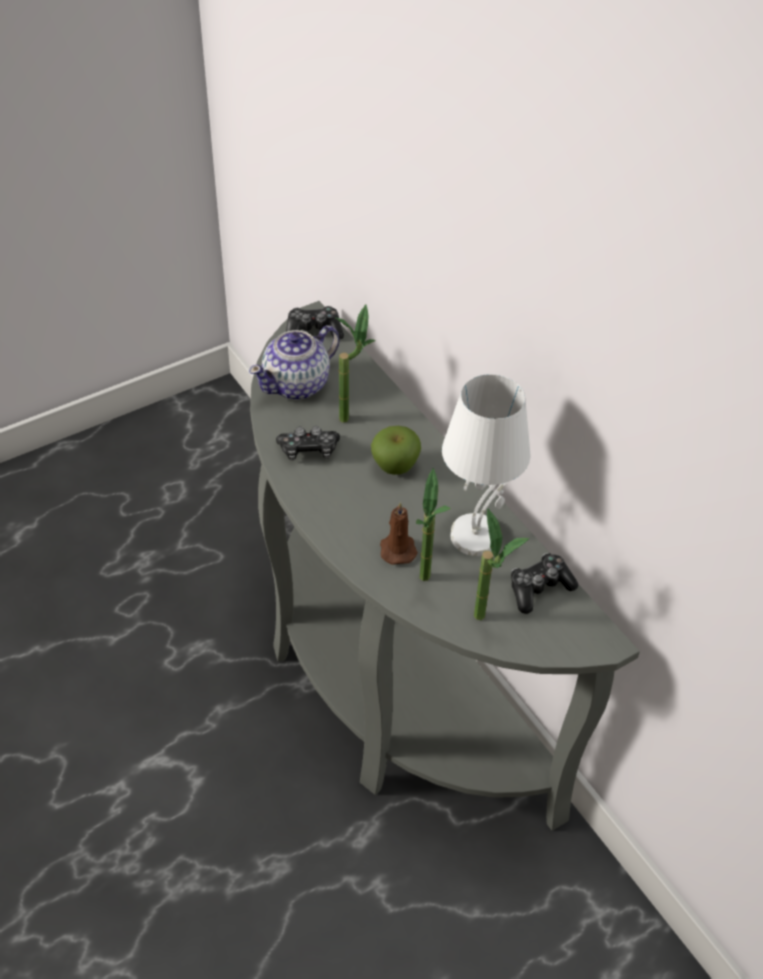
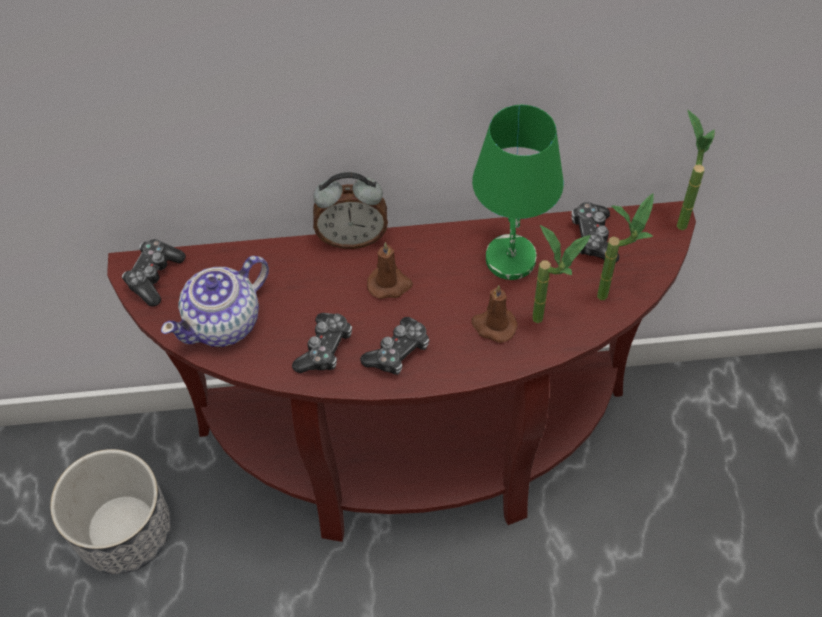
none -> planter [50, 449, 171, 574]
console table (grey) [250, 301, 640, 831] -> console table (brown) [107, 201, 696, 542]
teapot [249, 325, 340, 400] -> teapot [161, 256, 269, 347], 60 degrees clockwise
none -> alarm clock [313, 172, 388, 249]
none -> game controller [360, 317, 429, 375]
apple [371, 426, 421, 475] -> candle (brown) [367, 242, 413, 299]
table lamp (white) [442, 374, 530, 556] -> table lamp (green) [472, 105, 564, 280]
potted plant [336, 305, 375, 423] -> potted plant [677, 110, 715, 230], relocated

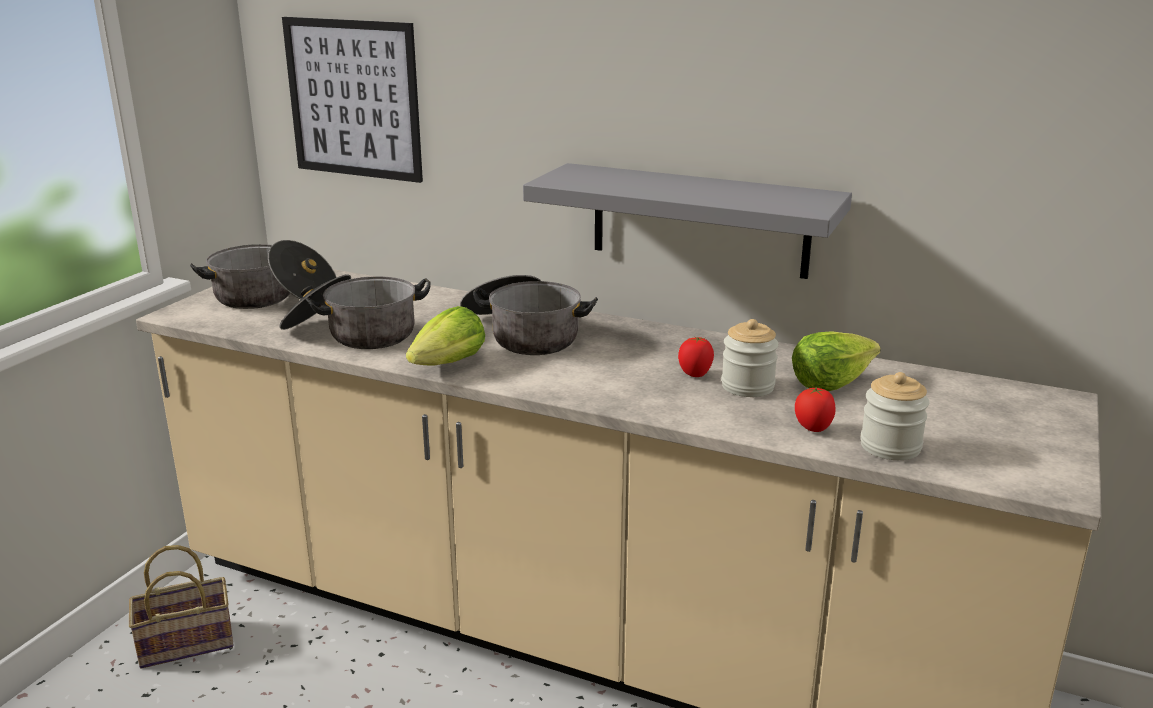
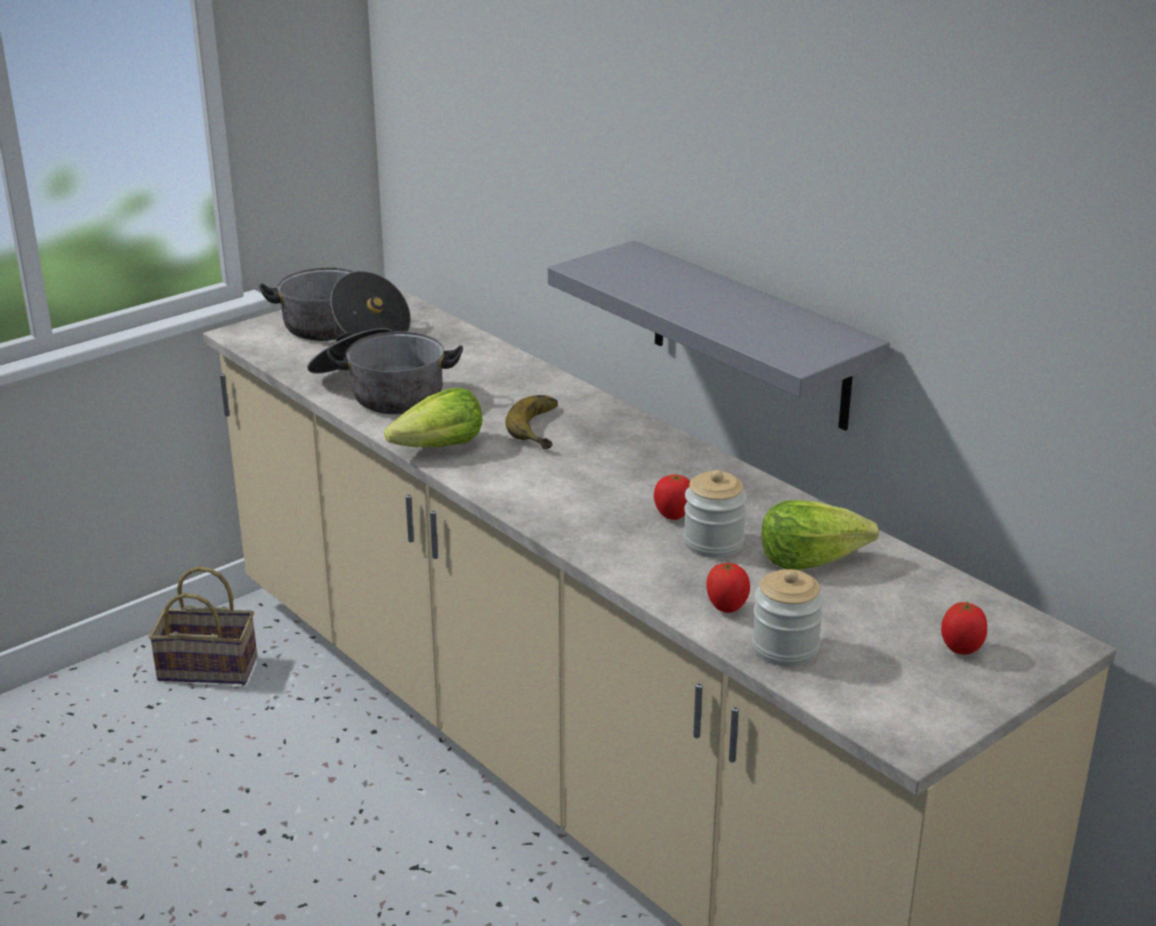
cooking pot [460, 275, 598, 355] -> banana [505, 395, 558, 449]
none -> tomato [941, 602, 987, 654]
picture [282, 17, 423, 183] -> none

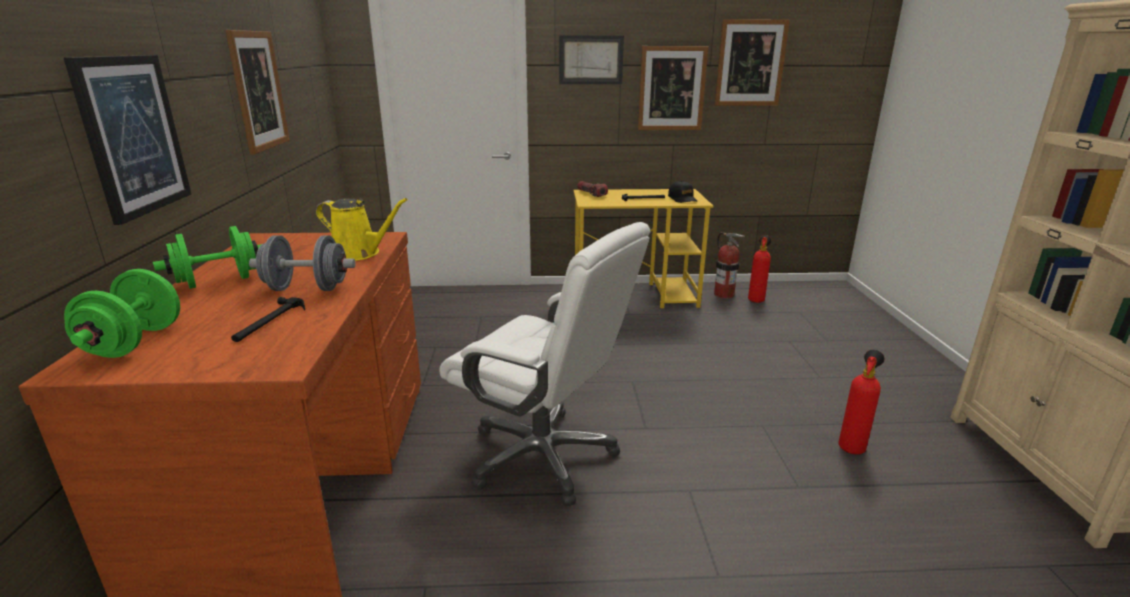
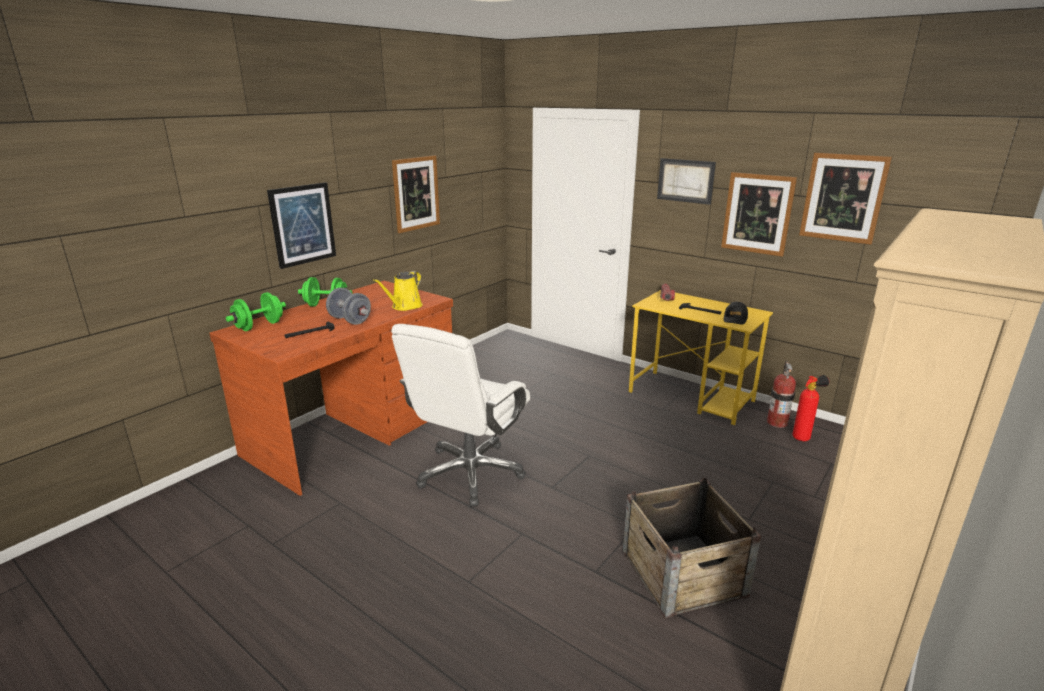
watering can (yellow) [316, 198, 408, 261] -> watering can (yellow) [373, 271, 423, 311], 60 degrees clockwise
office chair (white) [439, 222, 650, 507] -> office chair (white) [391, 324, 530, 507], 45 degrees clockwise
fire extinguisher [838, 350, 884, 455] -> crate [622, 477, 761, 618]

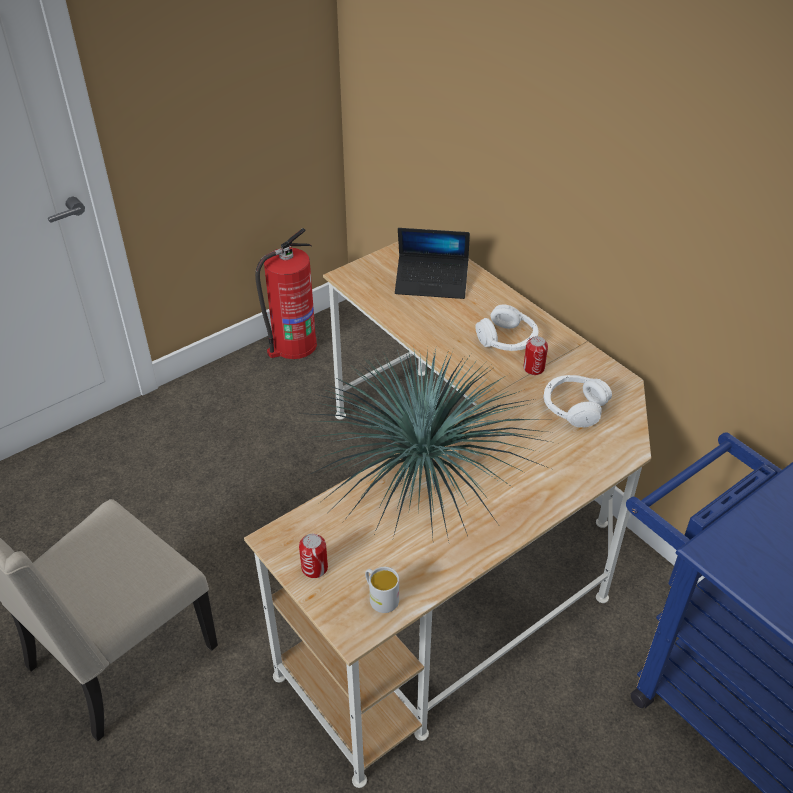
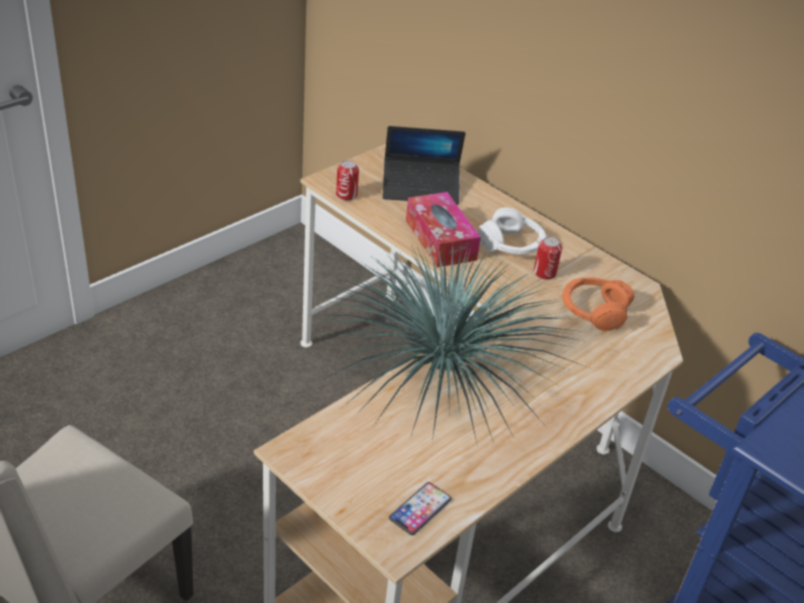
can [299, 534, 328, 578] -> can [336, 160, 359, 201], relocated
mug (white) [365, 567, 399, 613] -> phone [389, 482, 452, 535]
none -> tissue box [406, 192, 481, 267]
headphones (white) [544, 375, 612, 428] -> headphones (orange) [562, 277, 635, 331]
fire extinguisher [255, 228, 317, 359] -> none

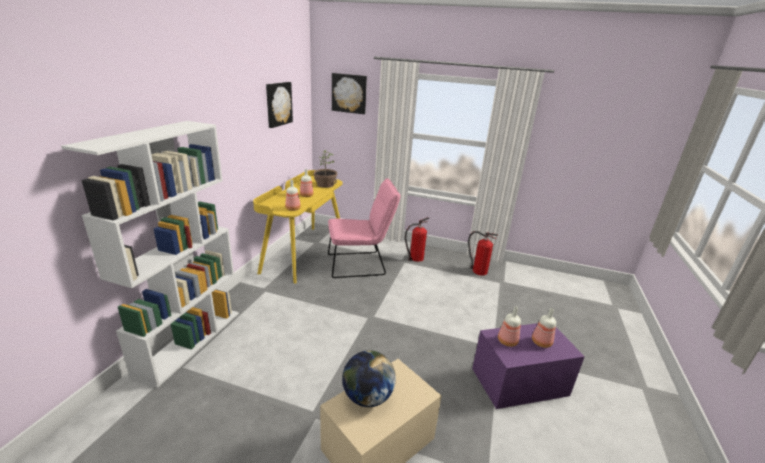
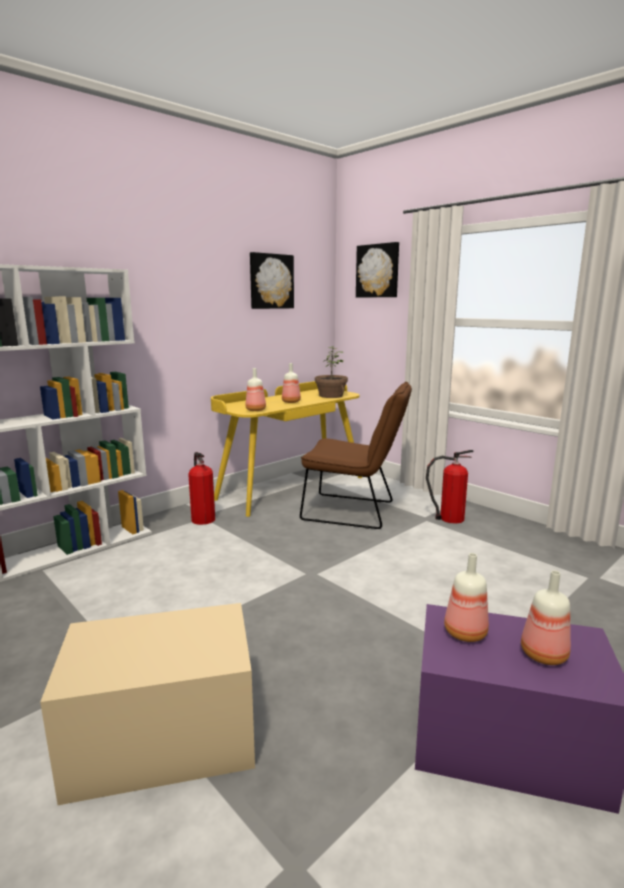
fire extinguisher [468, 231, 498, 276] -> fire extinguisher [188, 452, 215, 525], relocated
chair (pink) [328, 178, 401, 278] -> chair (brown) [300, 382, 412, 529]
globe [342, 350, 396, 407] -> none

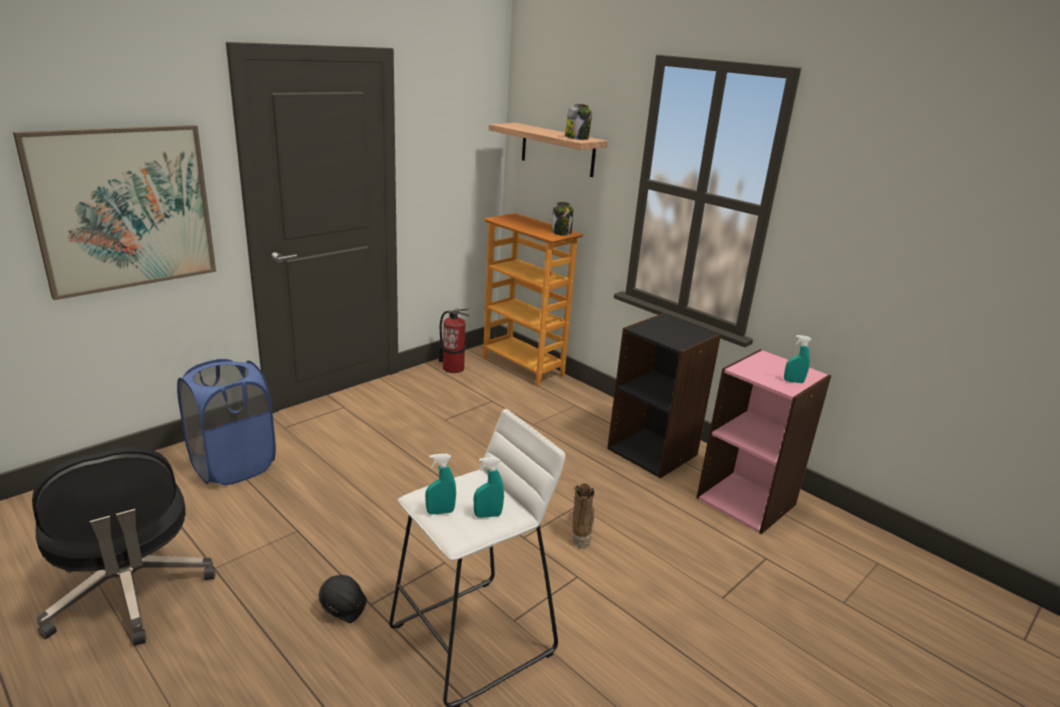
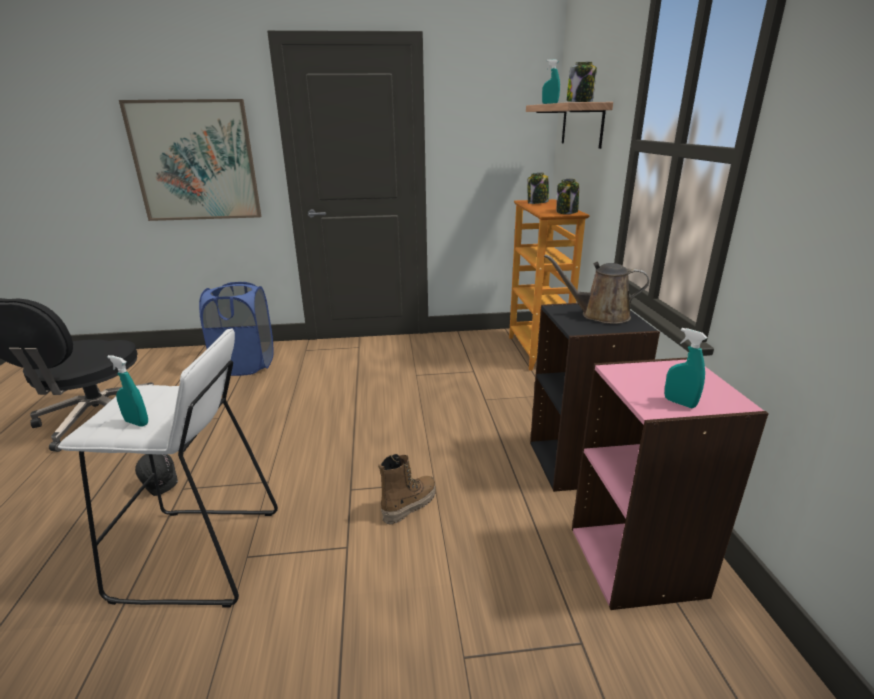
none -> jar [527, 173, 549, 204]
spray bottle (turquoise) [425, 454, 456, 515] -> spray bottle (turquoise) [542, 59, 560, 104], relocated
none -> watering can (brown) [544, 254, 649, 324]
fire extinguisher [439, 308, 469, 373] -> none

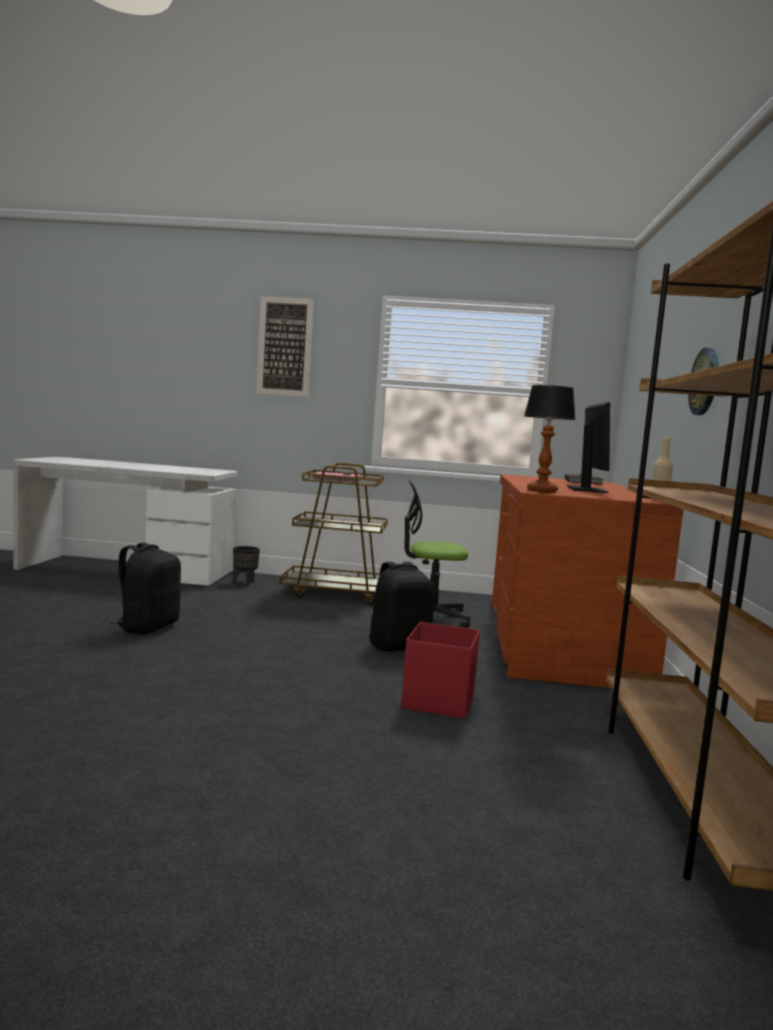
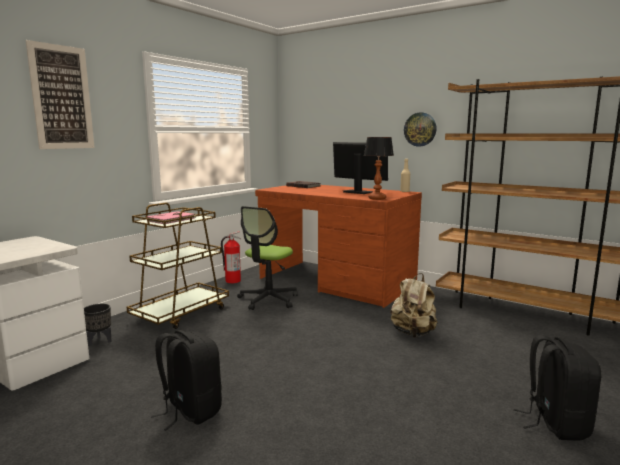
none -> fire extinguisher [221, 231, 241, 283]
storage box (red) [401, 622, 480, 719] -> backpack (beige) [390, 273, 437, 338]
backpack (black) [369, 562, 435, 651] -> backpack (black) [514, 335, 601, 441], relocated

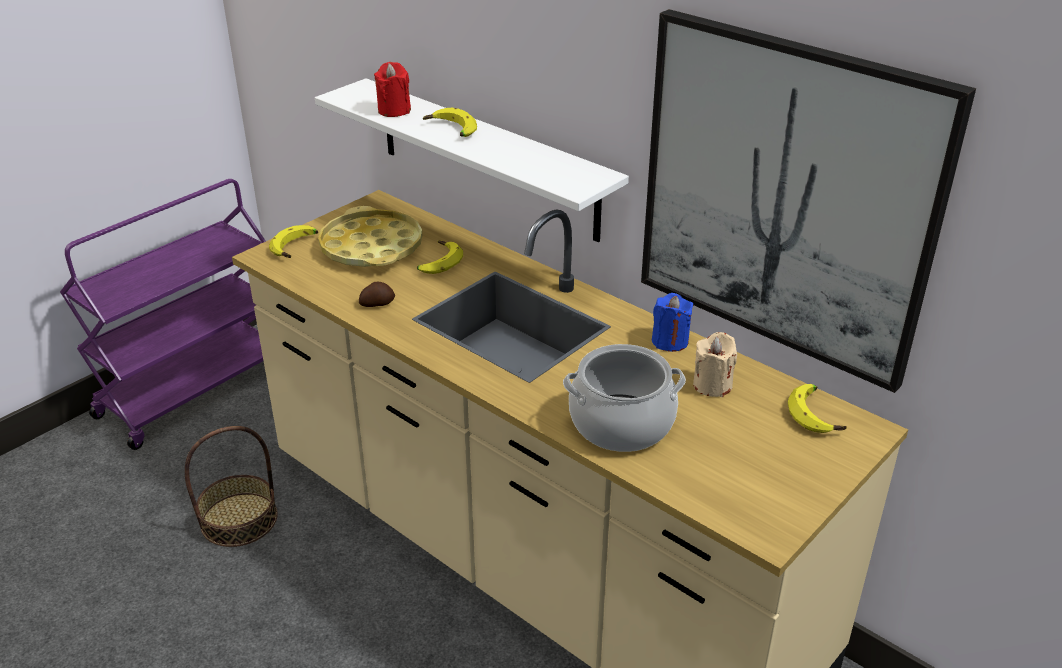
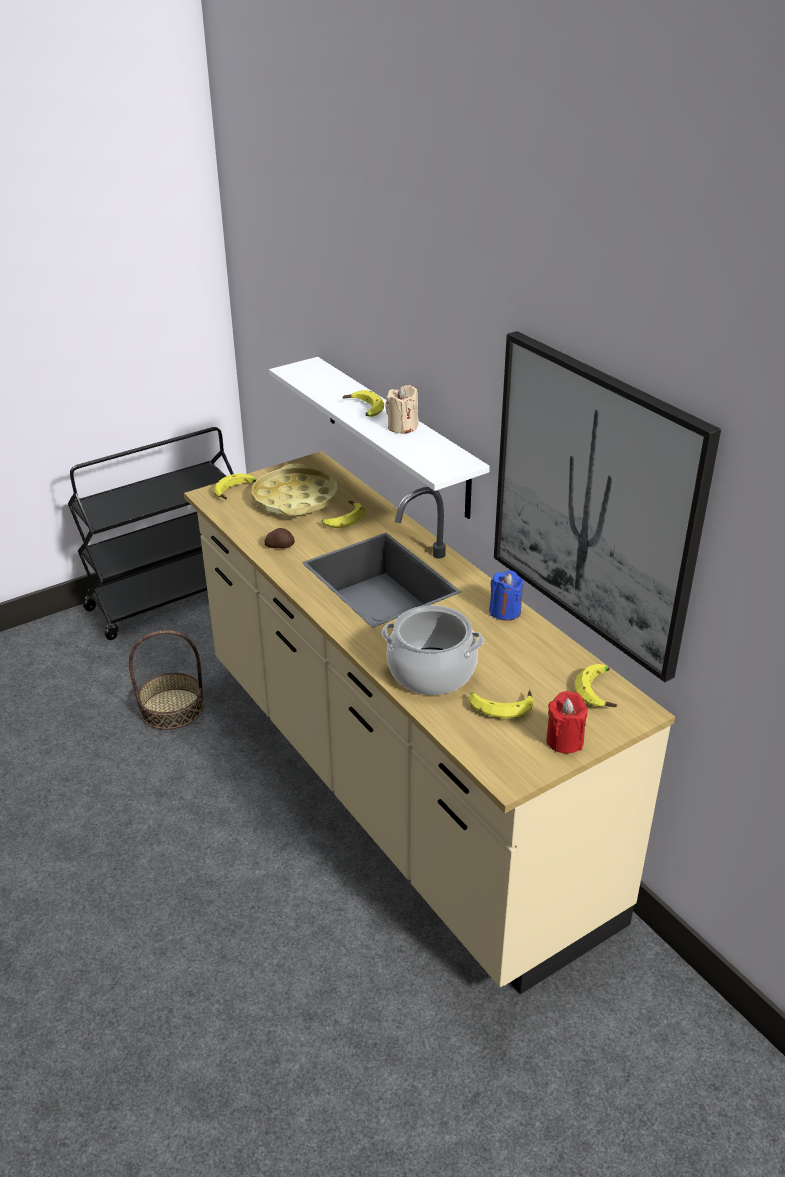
cart (purple) [60, 179, 266, 450] -> cart (black) [68, 427, 234, 640]
candle (beige) [693, 332, 737, 397] -> candle (beige) [385, 385, 418, 434], relocated
none -> banana [469, 689, 533, 718]
candle (red) [374, 62, 411, 117] -> candle (red) [546, 691, 587, 754], relocated

